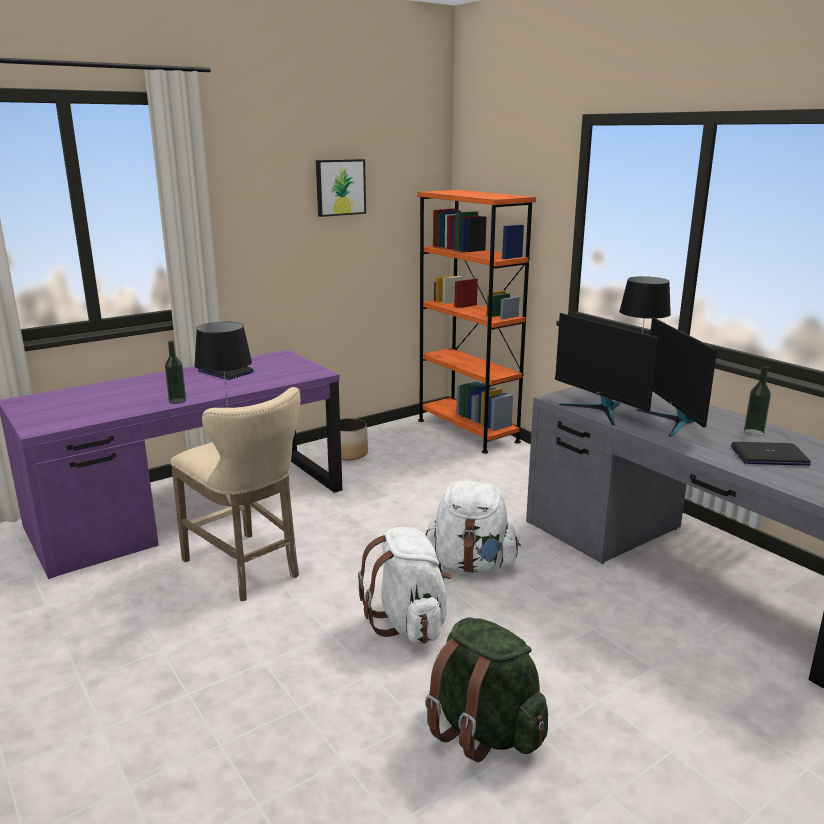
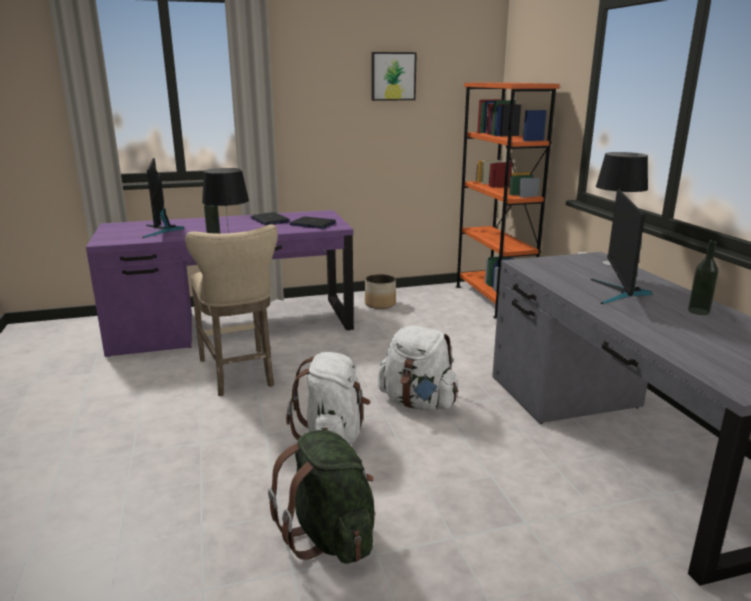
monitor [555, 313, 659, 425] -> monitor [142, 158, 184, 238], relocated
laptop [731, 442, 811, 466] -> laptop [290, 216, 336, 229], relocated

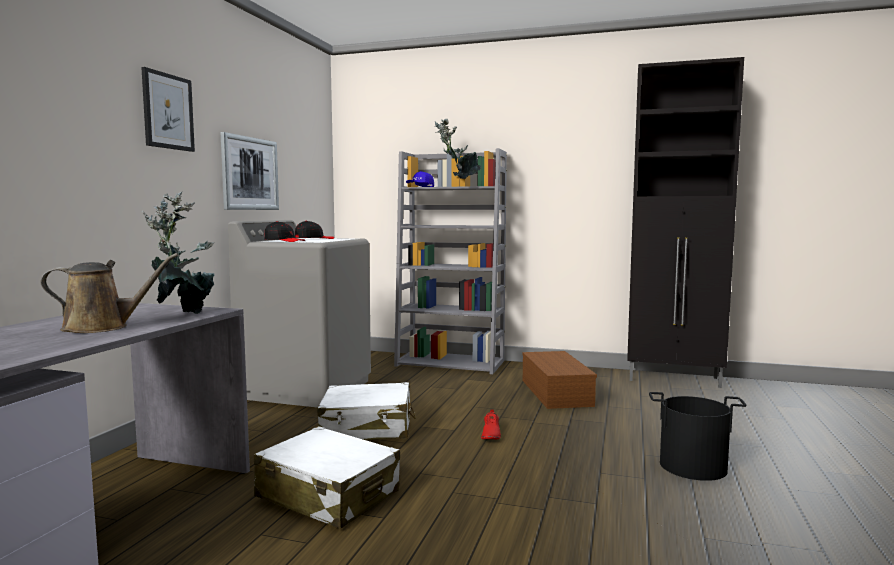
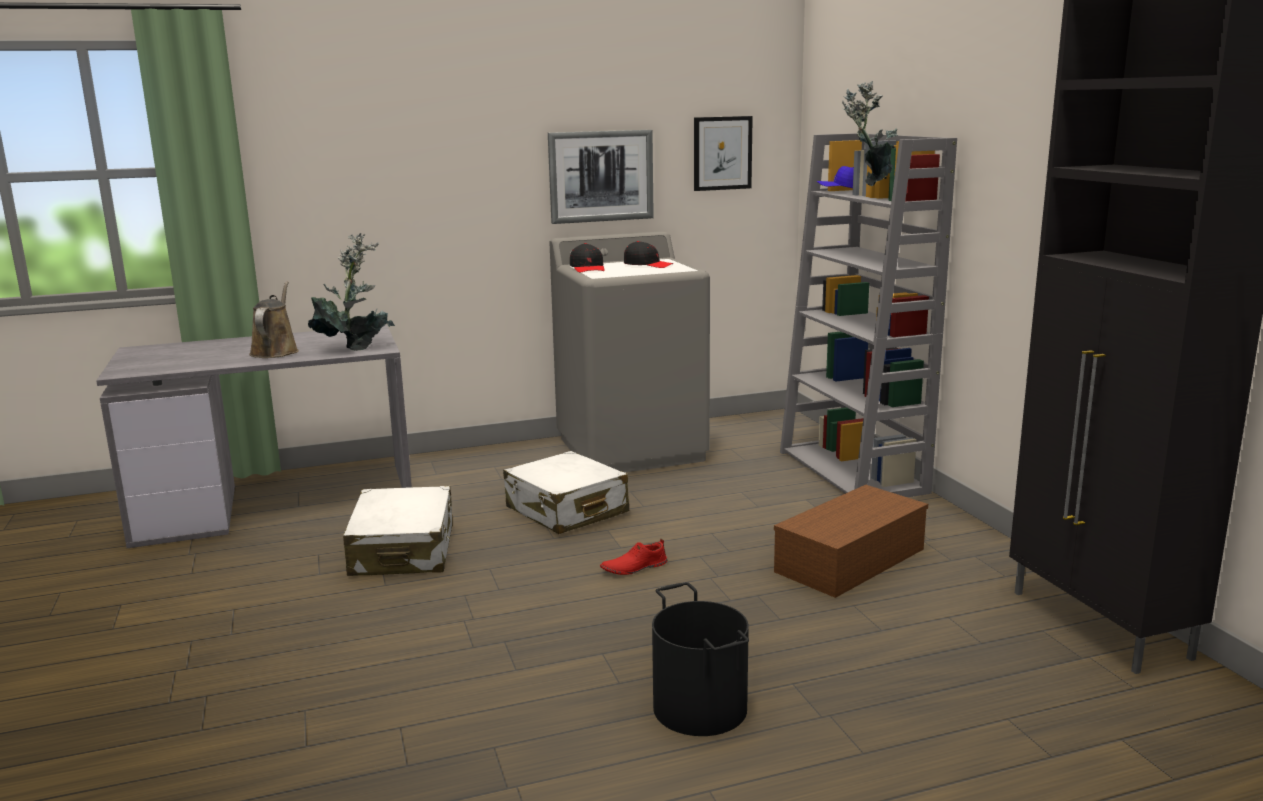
watering can (brown) [41, 253, 179, 333] -> watering can (brown) [249, 282, 299, 358], 135 degrees counterclockwise
picture [141, 67, 195, 152] -> picture [694, 116, 753, 191], relocated

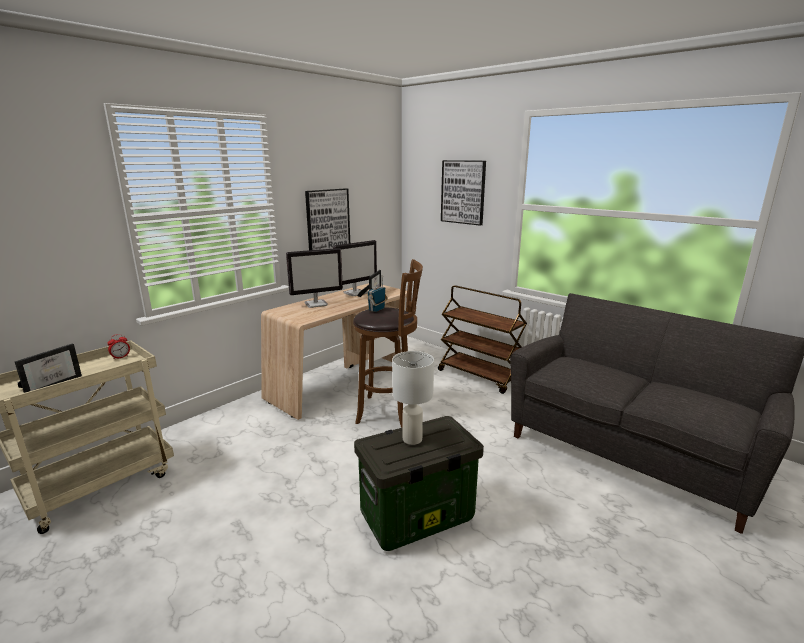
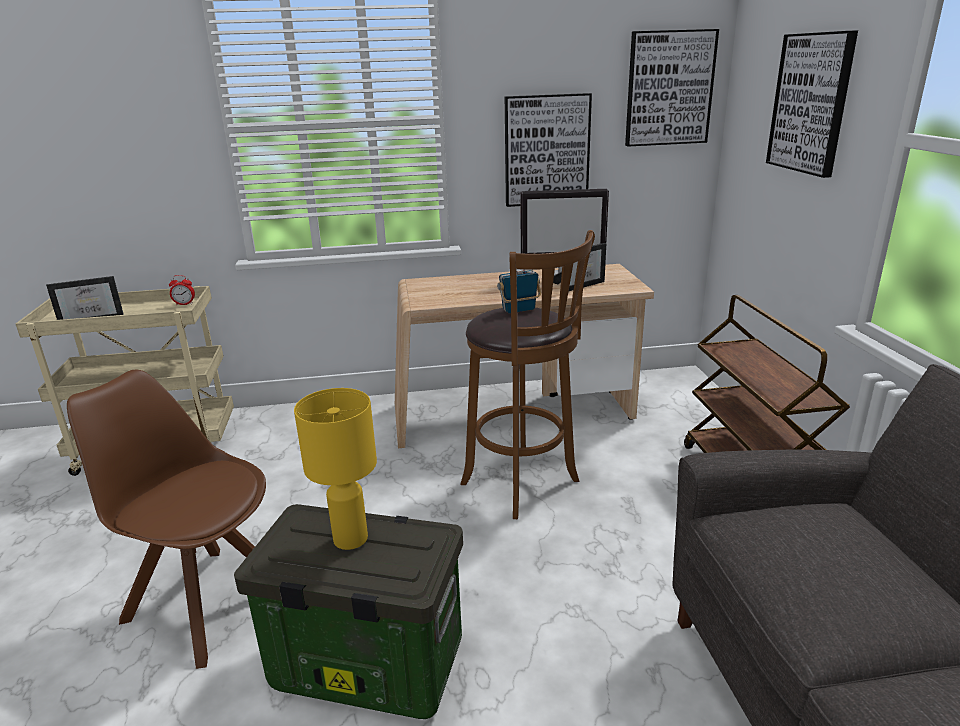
none -> chair (brown) [67, 370, 266, 669]
table lamp (white) [392, 351, 434, 445] -> table lamp (yellow) [294, 388, 377, 550]
none -> picture [625, 29, 719, 147]
monitor [286, 248, 343, 308] -> none

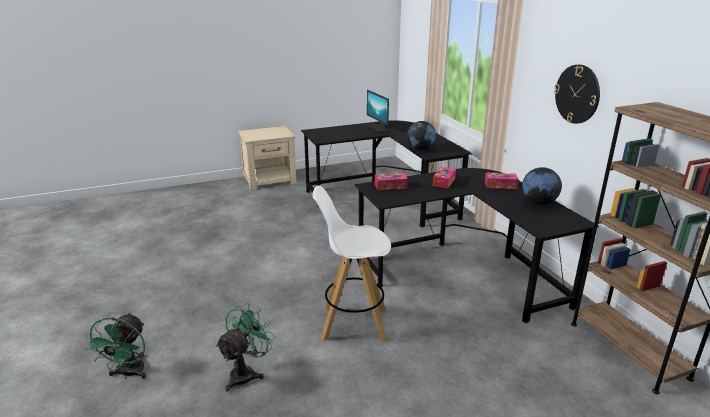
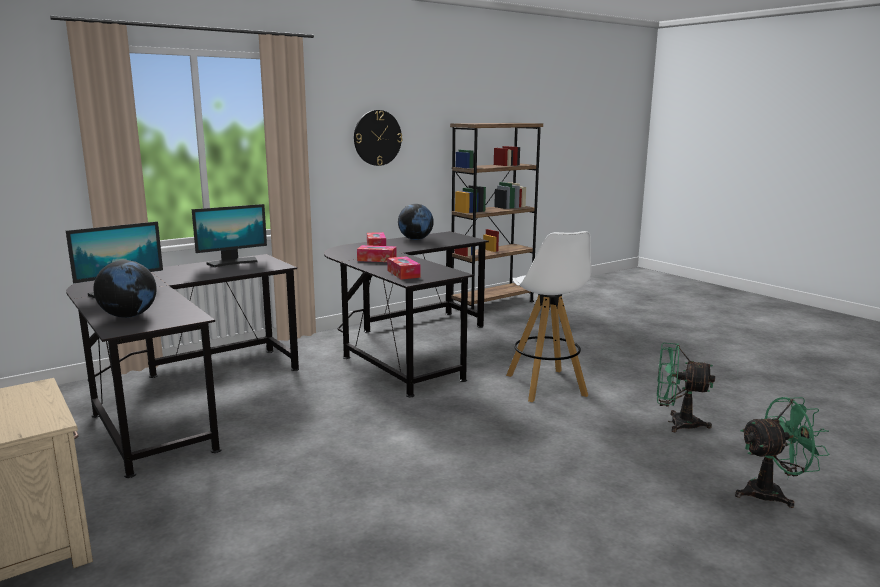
globe [407, 121, 436, 151] -> globe [93, 260, 157, 318], relocated
none -> monitor [192, 204, 267, 267]

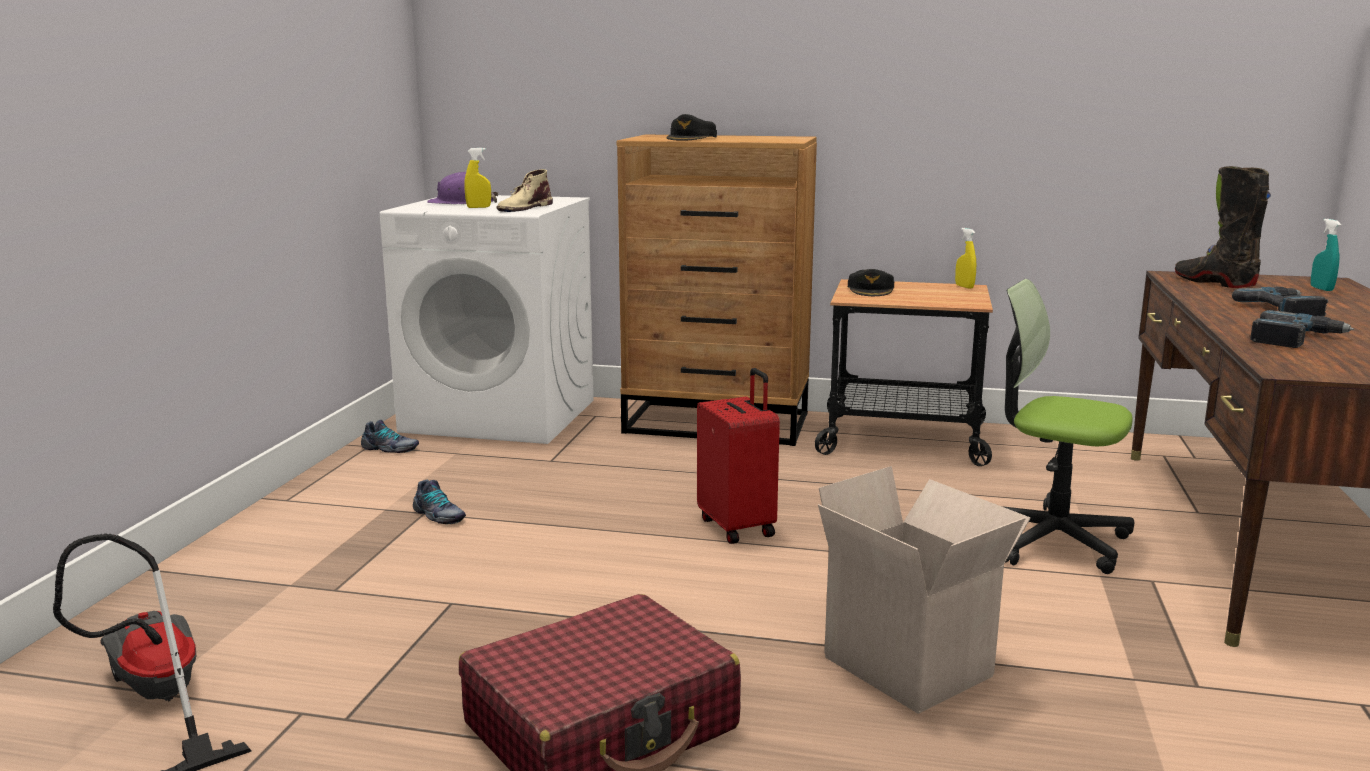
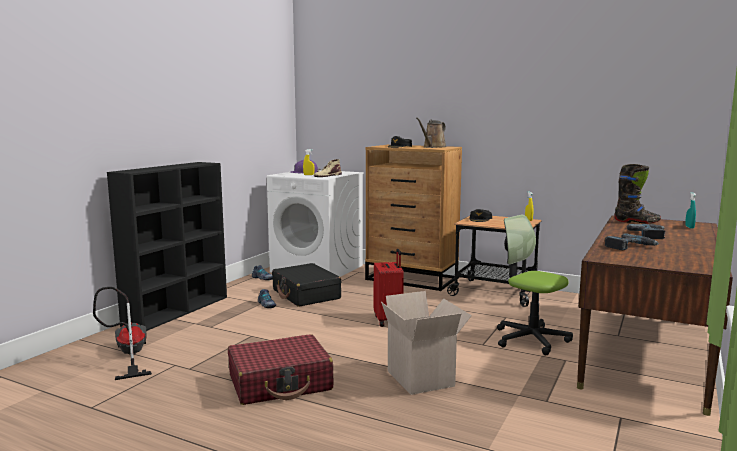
none -> bookcase (black) [107, 162, 227, 331]
none -> suitcase (black) [272, 263, 341, 307]
none -> watering can (brown) [416, 117, 446, 148]
boot (black) [1175, 166, 1271, 288] -> boot (black) [614, 164, 661, 224], 120 degrees clockwise

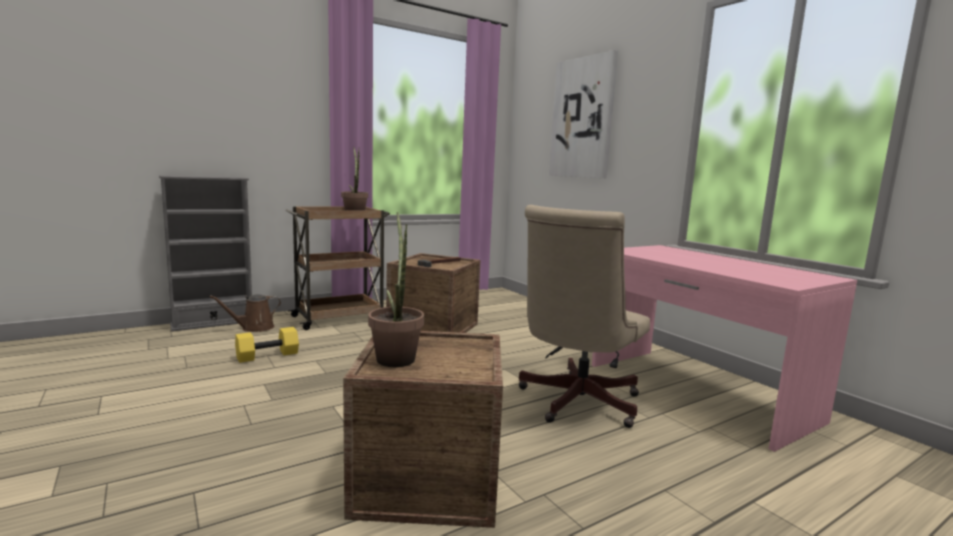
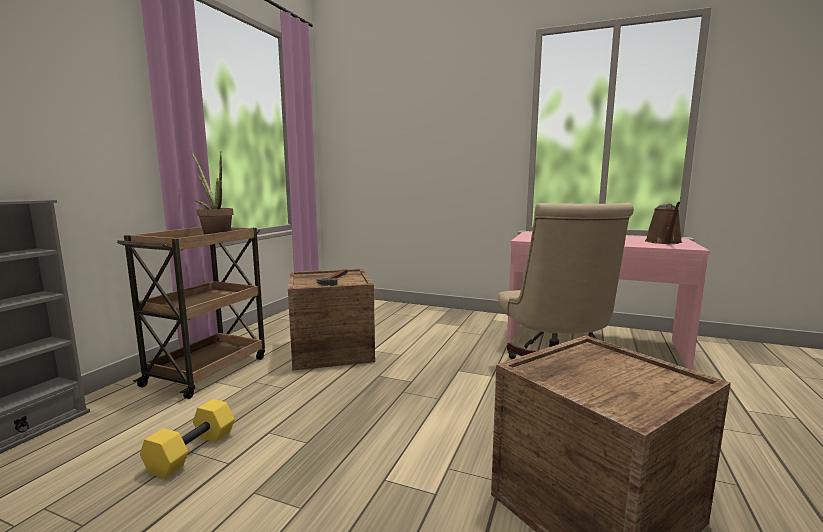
watering can (brown) [209, 294, 281, 332] -> watering can (brown) [645, 202, 682, 244], relocated
potted plant [368, 212, 424, 367] -> none
picture [549, 50, 618, 178] -> none

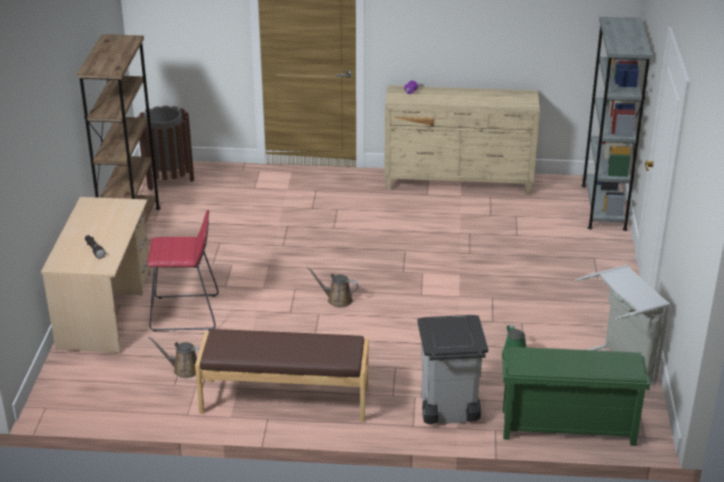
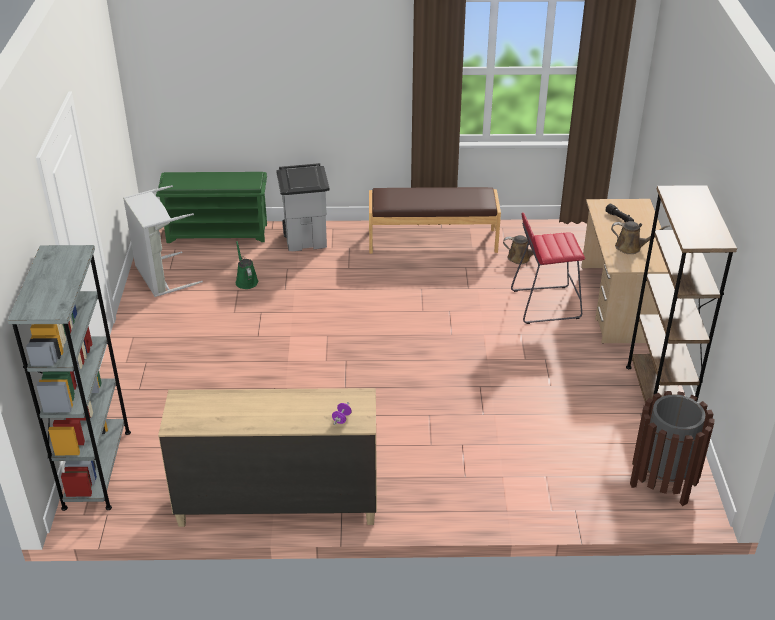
watering can (brown) [306, 267, 359, 308] -> watering can (brown) [611, 221, 670, 254], relocated

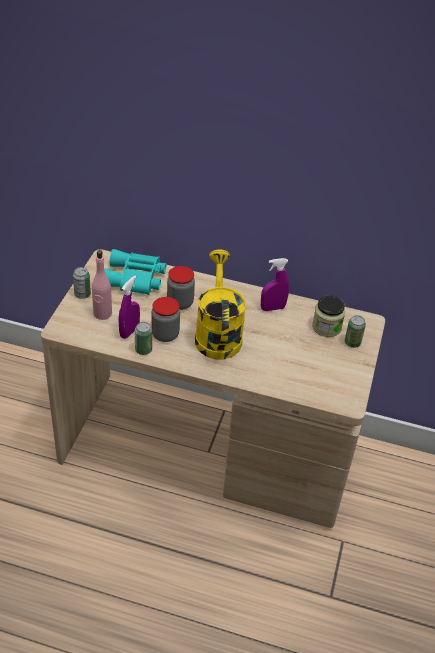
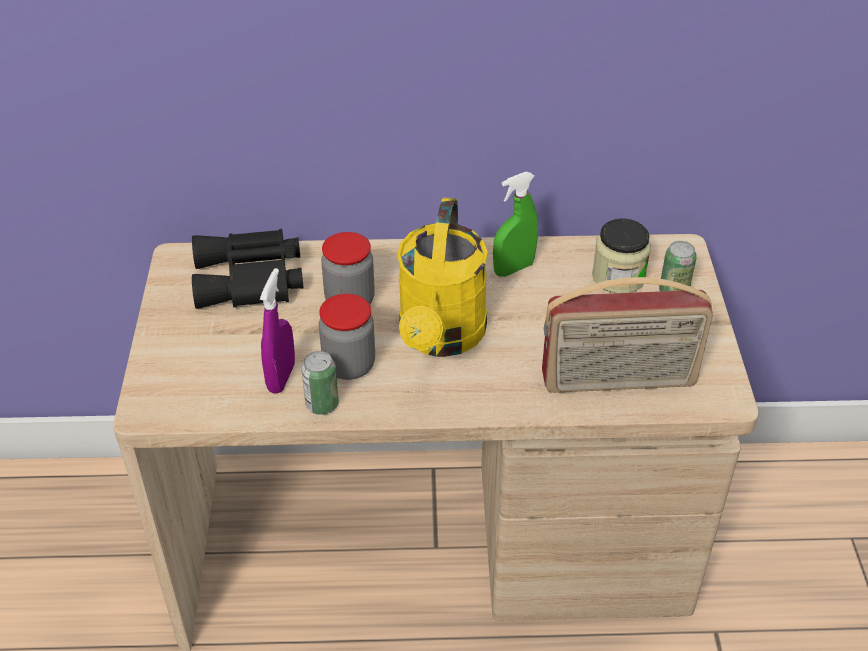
binoculars (turquoise) [104, 249, 166, 295] -> binoculars (black) [192, 229, 304, 309]
watering can (yellow) [195, 249, 246, 360] -> watering can (yellow) [397, 197, 488, 357], 150 degrees counterclockwise
spray bottle (purple) [261, 258, 289, 311] -> spray bottle (green) [493, 172, 538, 277]
none -> radio [542, 277, 713, 393]
can [73, 267, 91, 299] -> none
bottle (pink) [92, 250, 112, 320] -> none

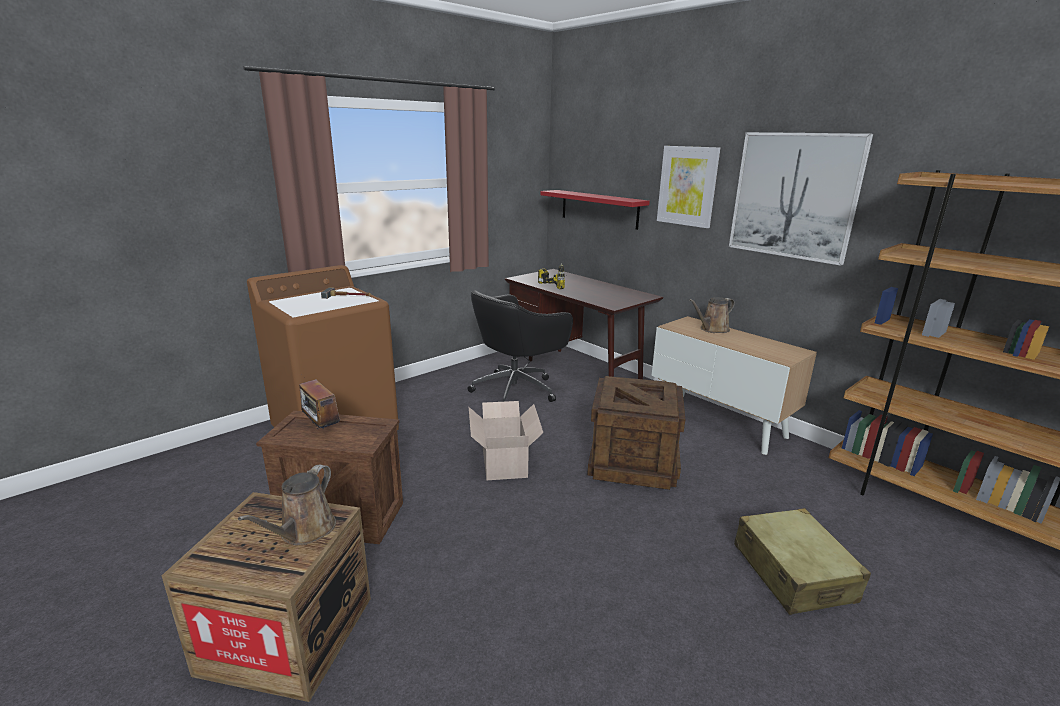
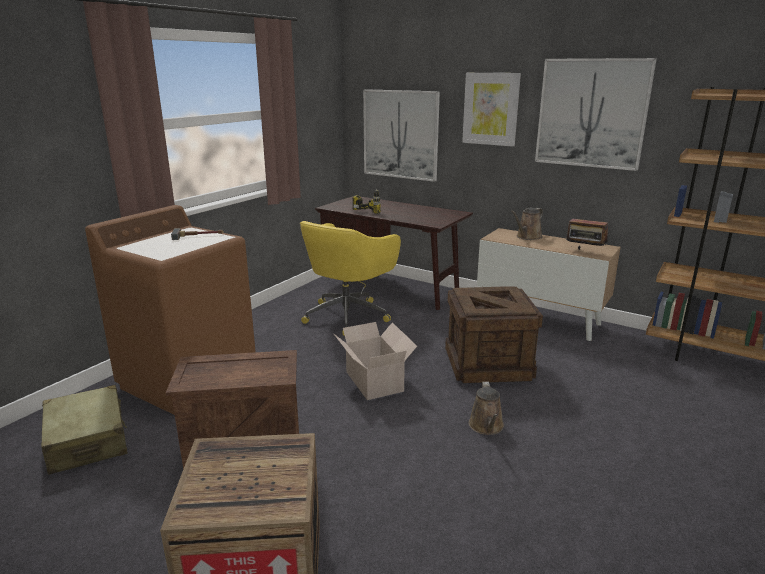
suitcase (beige) [734, 508, 871, 615] -> suitcase (beige) [41, 385, 128, 475], relocated
office chair (black) [468, 290, 573, 402] -> office chair (yellow) [300, 221, 401, 336]
shelf (red) [540, 190, 650, 230] -> picture [363, 89, 440, 182]
watering can (brown) [238, 465, 336, 545] -> watering can (brown) [469, 382, 504, 435], relocated
radio [299, 374, 342, 431] -> radio [566, 212, 608, 250], relocated

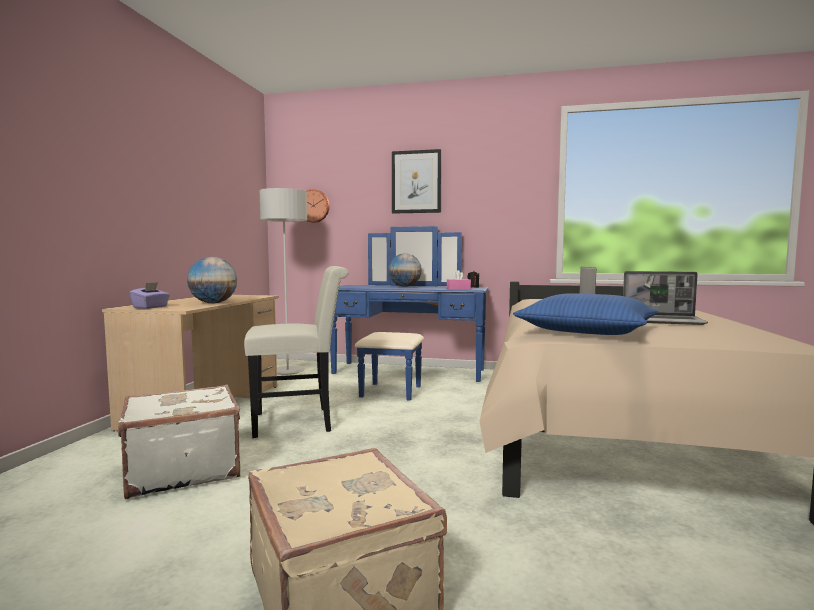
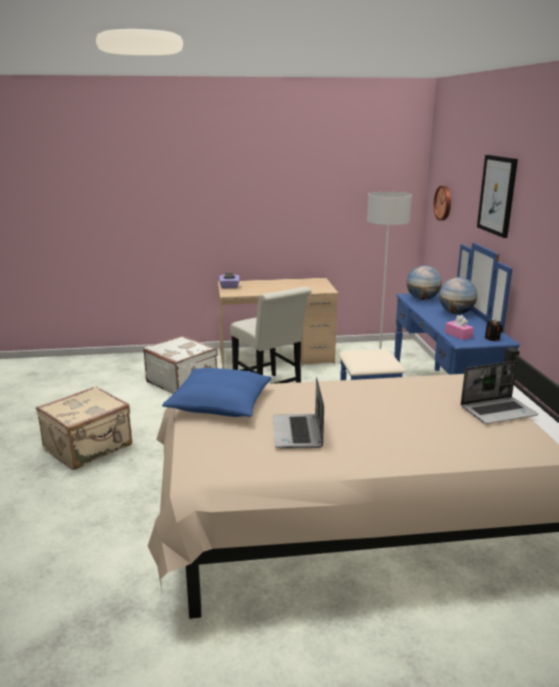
globe [187, 257, 237, 303] -> globe [407, 265, 442, 300], relocated

